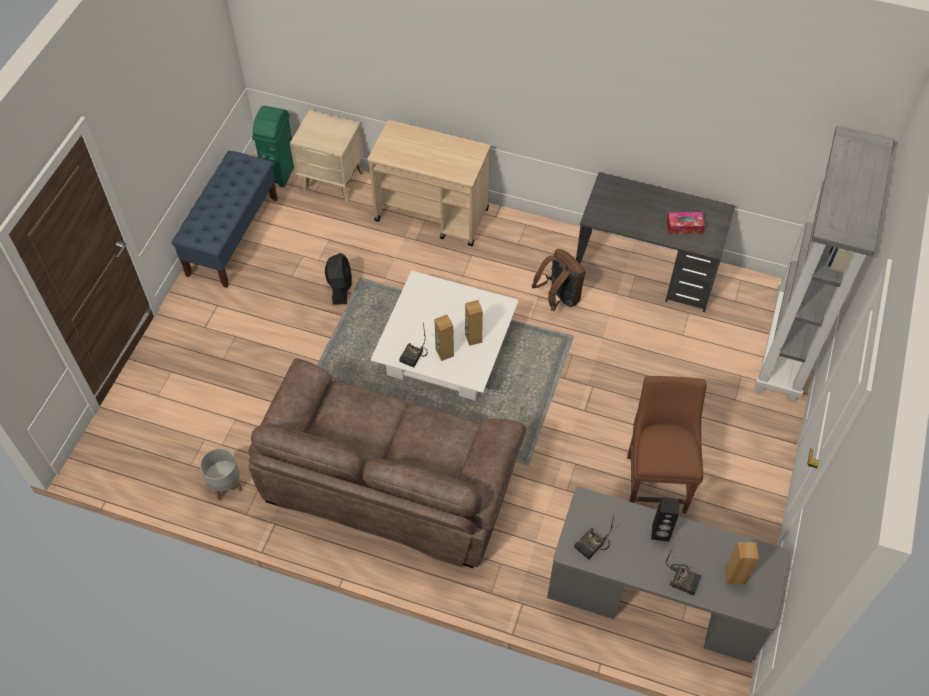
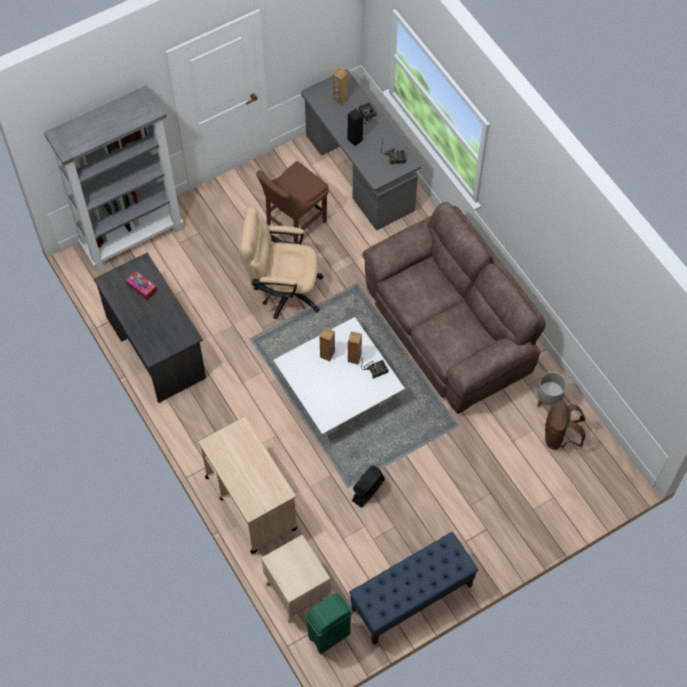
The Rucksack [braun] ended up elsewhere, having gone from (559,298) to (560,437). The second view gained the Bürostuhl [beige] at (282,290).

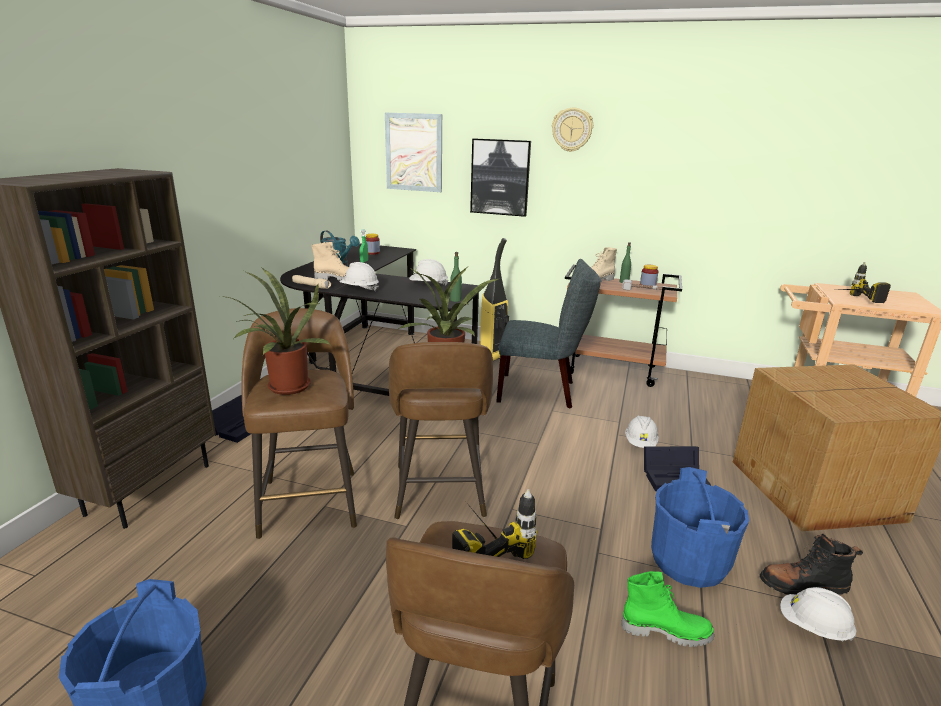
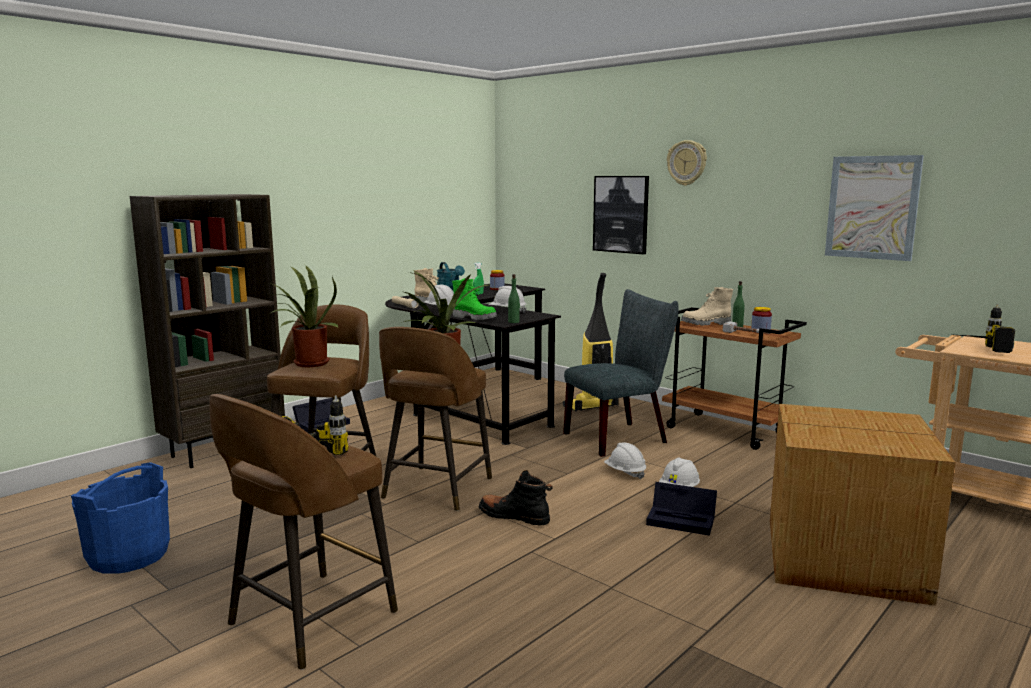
The Bild ended up elsewhere, having gone from (414,152) to (872,207). The Stuhl [grau] at (542,391) ended up facing another way, 60 degrees counterclockwise from before. The second view lost the Eimer [blau] at (689,561). The Stiefel [schwarz] ended up elsewhere, having gone from (802,585) to (514,517). The Stiefel [grün] ended up elsewhere, having gone from (665,630) to (475,318). The Schutzhelm [weiß] ended up elsewhere, having gone from (813,627) to (625,473).

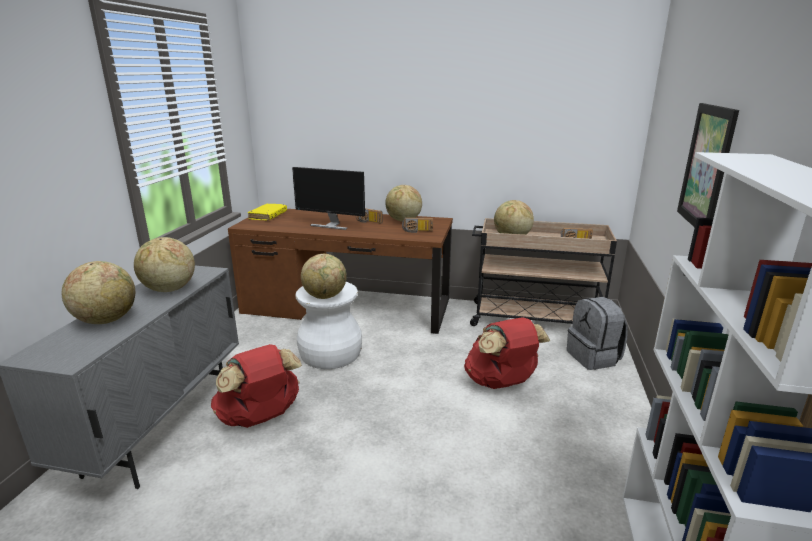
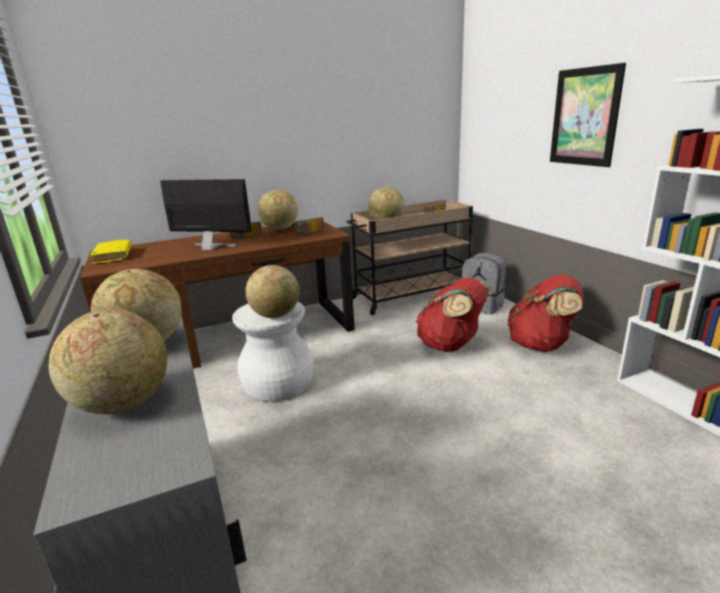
The Monitor at (331,225) ended up facing another way, 150 degrees counterclockwise from before. The Rucksack [rot] ended up elsewhere, having gone from (260,418) to (541,345).

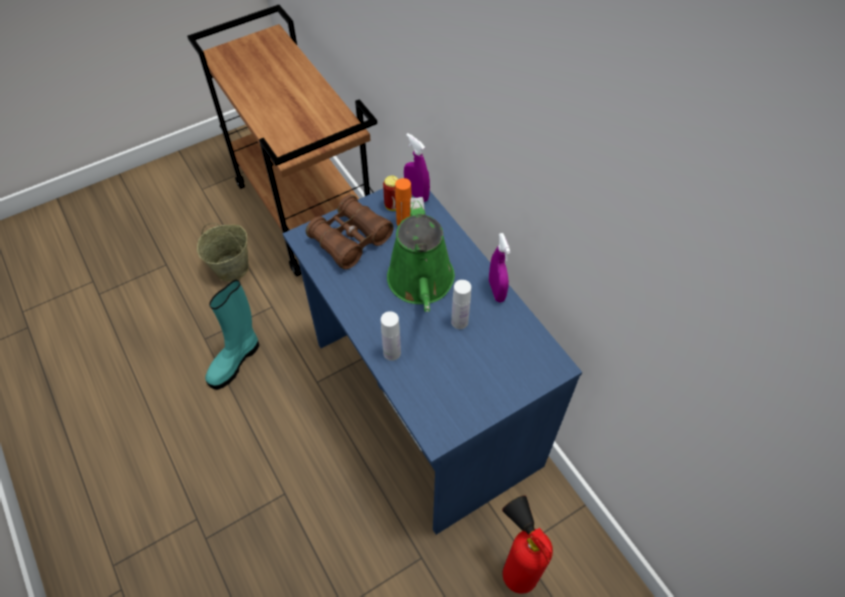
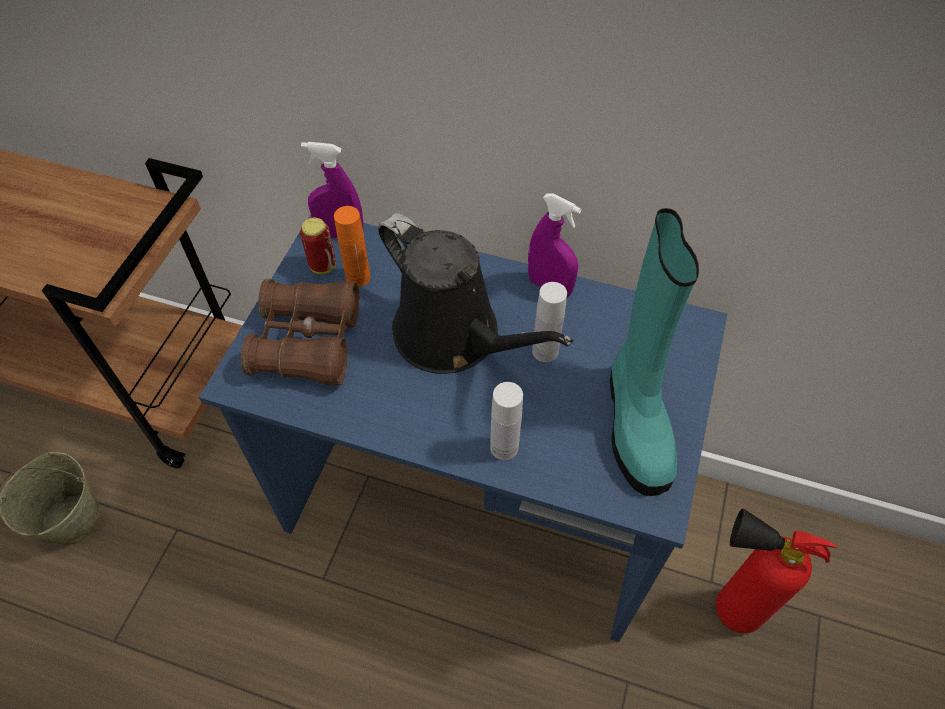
What was the Gießkanne [grün] at (421,283) turned into the Gießkanne [schwarz] at (454,337). The Stiefel [türkis] ended up elsewhere, having gone from (235,361) to (635,422).

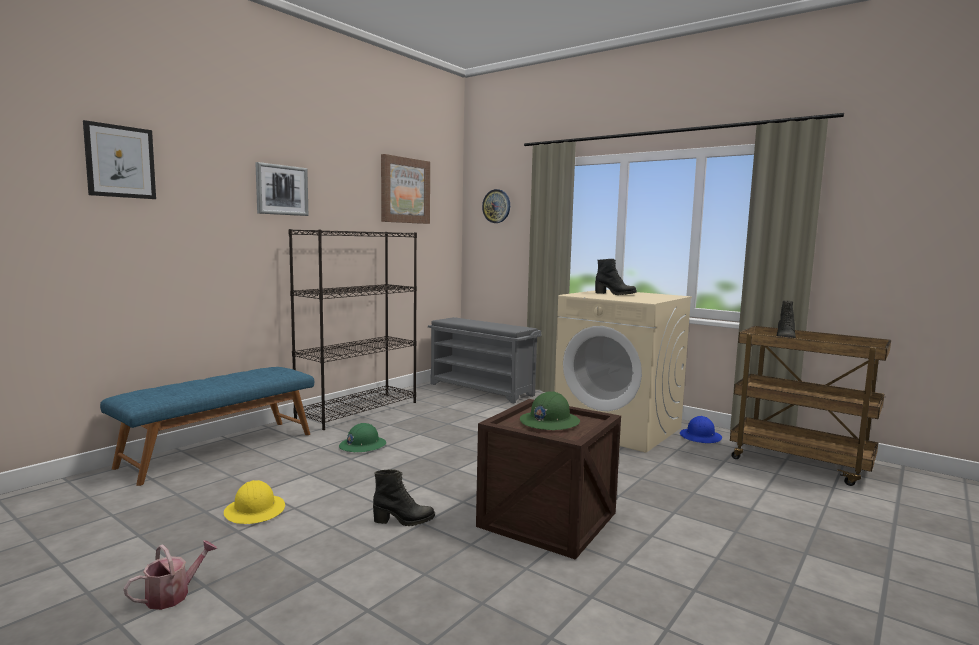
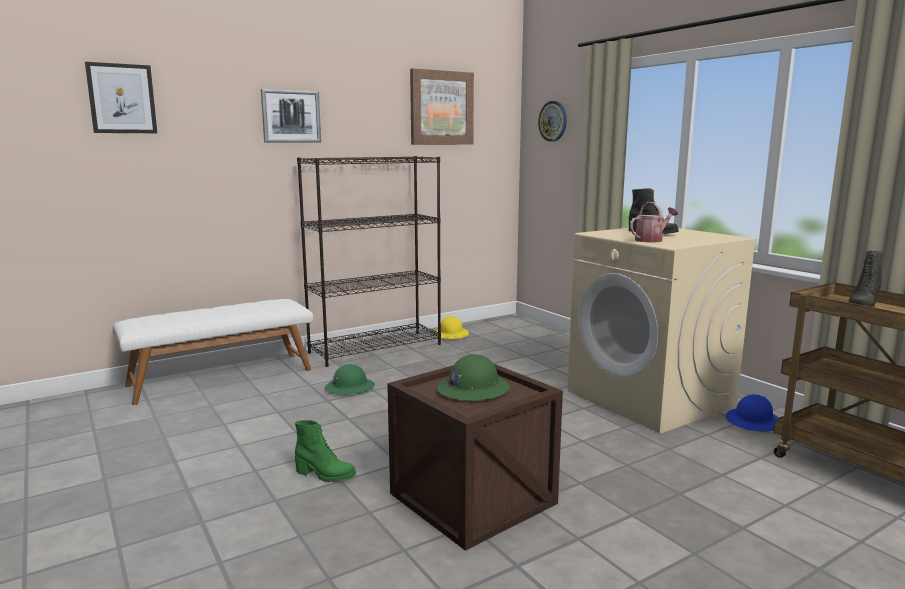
The second view lost the Schuhregal [grau] at (482,389). What was the Bank [blau] at (219,449) turned into the Bank [weiß] at (221,377). What was the Stiefel [schwarz] at (404,521) turned into the Stiefel [grün] at (325,475). The Schutzhelm [gelb] ended up elsewhere, having gone from (255,511) to (451,334). The Gießkanne ended up elsewhere, having gone from (173,595) to (651,240).

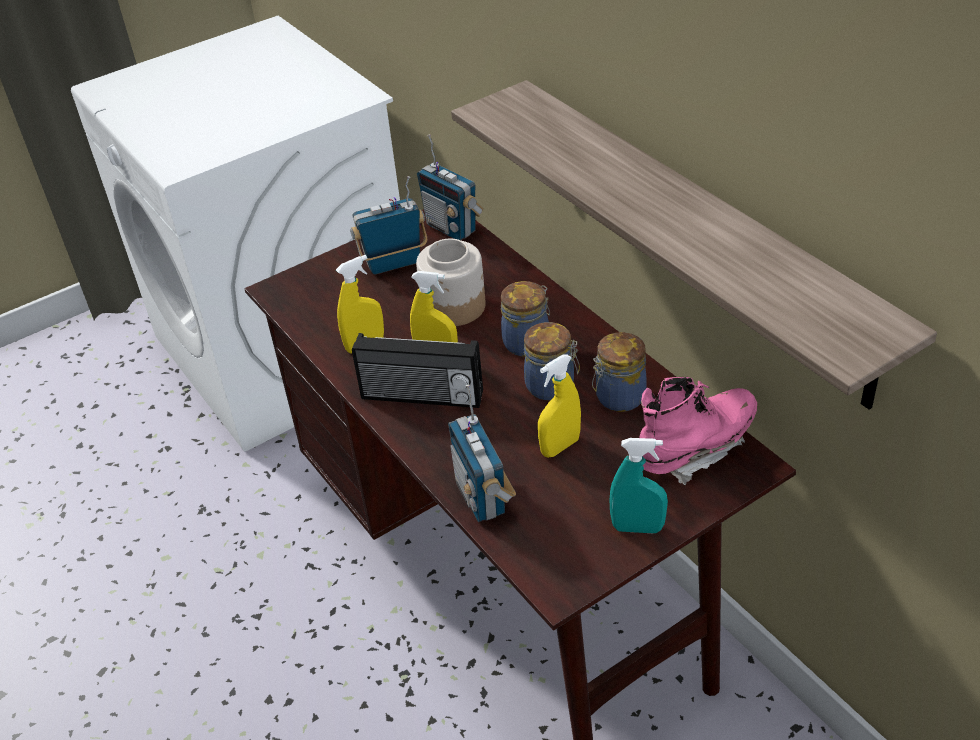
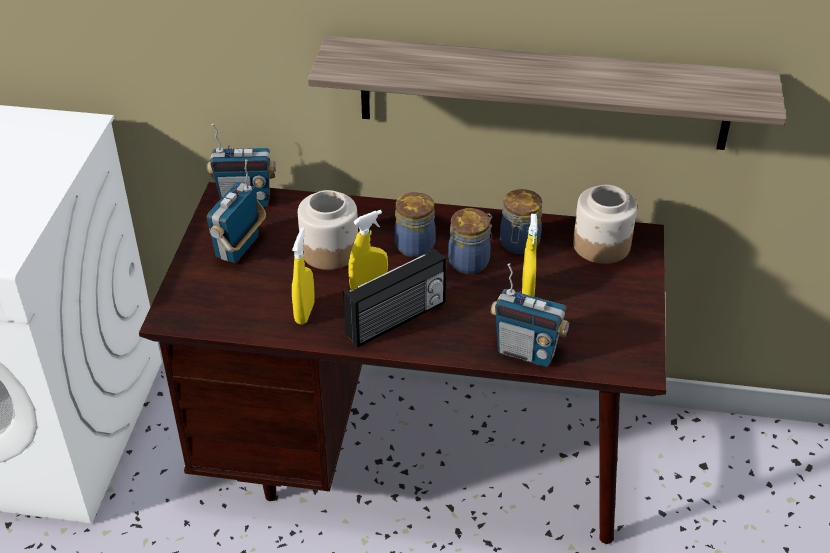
Where the Stiefel [rosa] stood at (695,448), the Vorratsglas came to stand at (601,245). The second view lost the Sprühflasche [türkis] at (637,528).

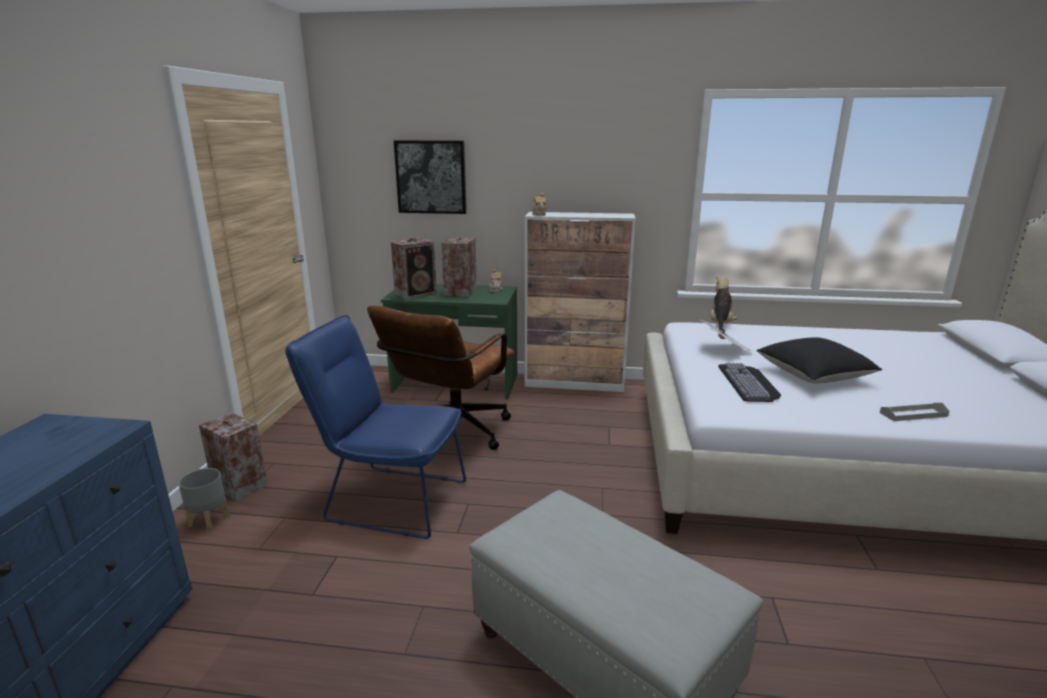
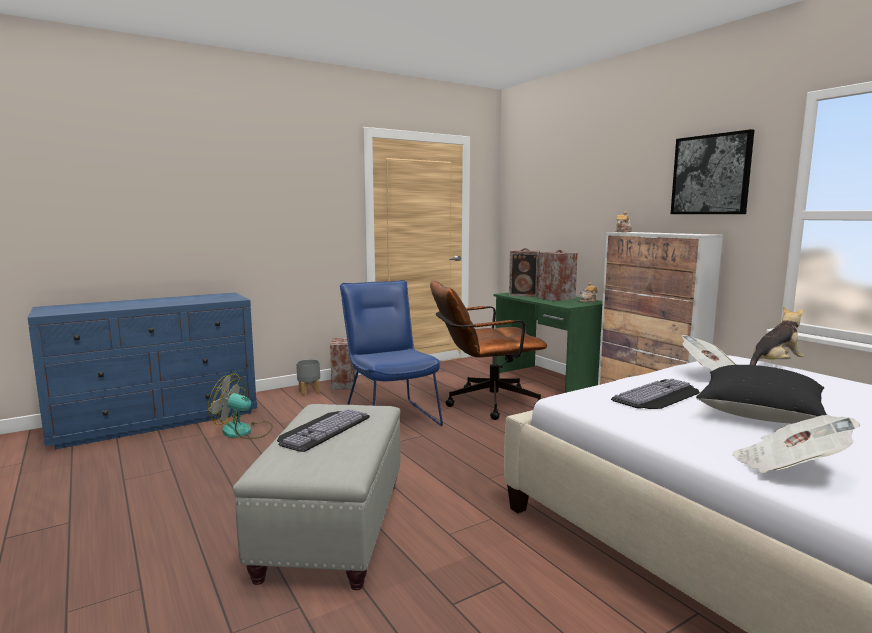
The Bild ended up elsewhere, having gone from (431,177) to (711,175). Where the Tablett [grau] stood at (913,414), the Zeitung came to stand at (788,468). The second view gained the Ventilator at (243,431). The second view gained the Tastatur at (322,429).

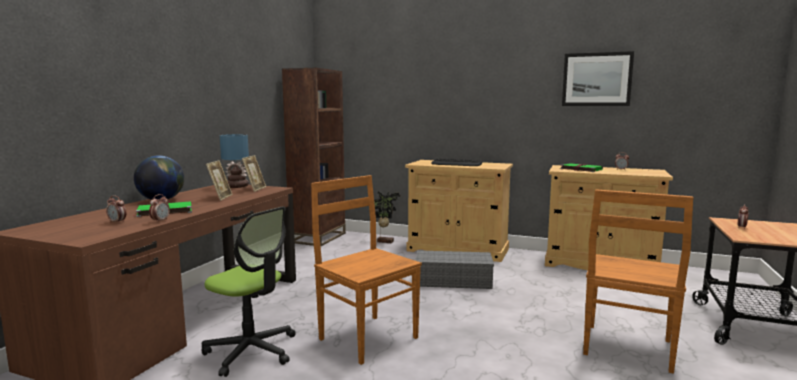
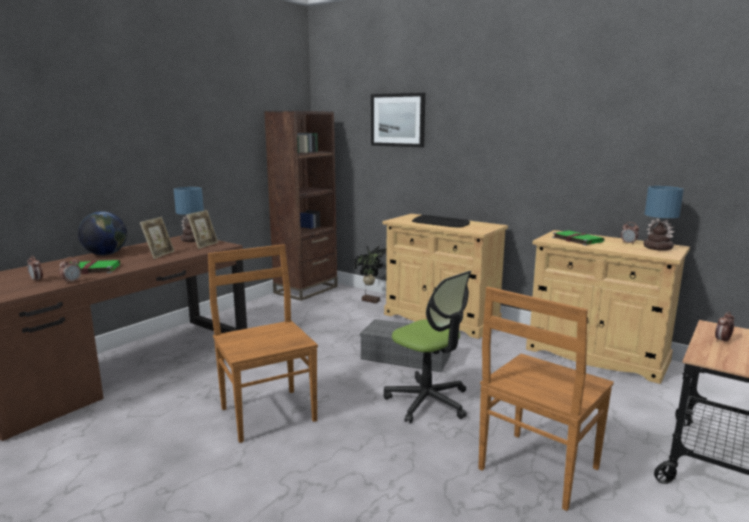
The Bild ended up elsewhere, having gone from (596,79) to (397,120). The Bürostuhl ended up elsewhere, having gone from (251,351) to (428,401). The second view gained the Tischlampe at (656,248).

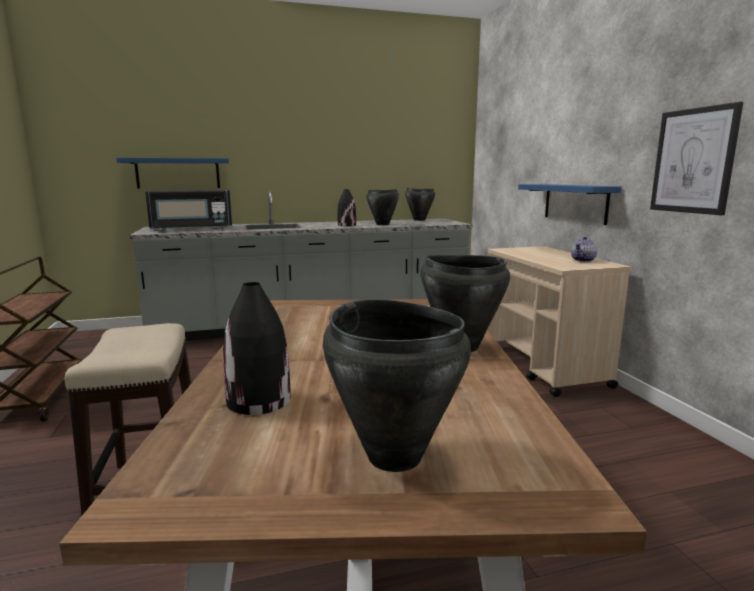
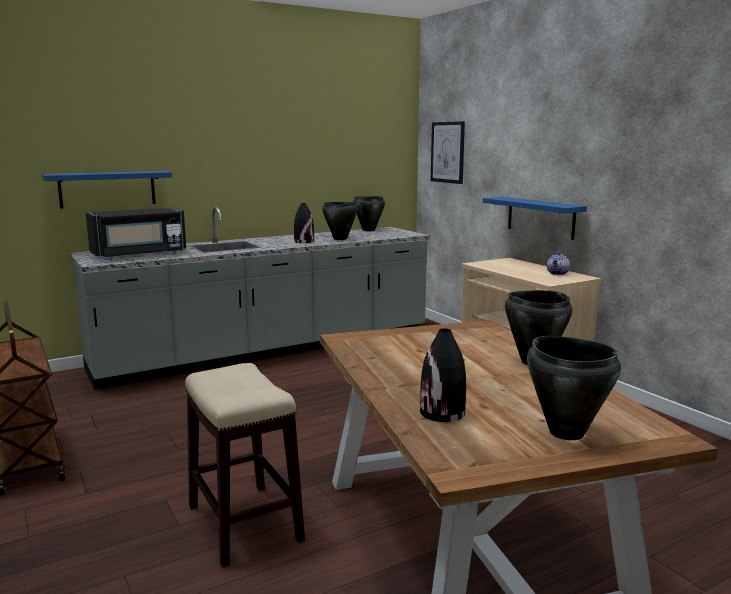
The Bild ended up elsewhere, having gone from (693,161) to (447,152).

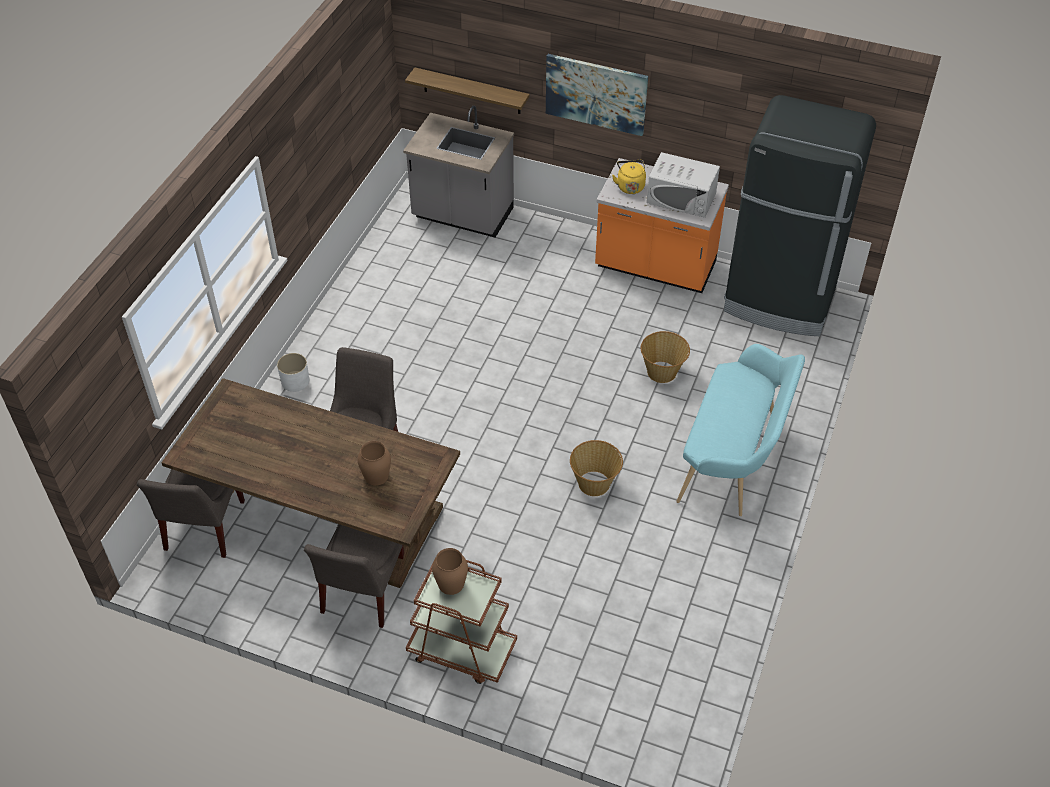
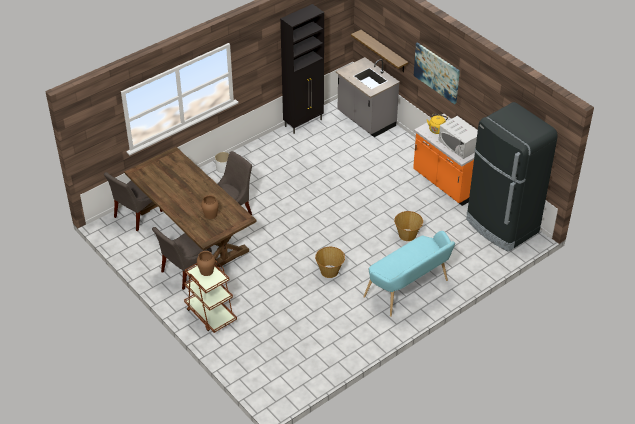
The second view gained the Schrank [schwarz] at (304,123).

